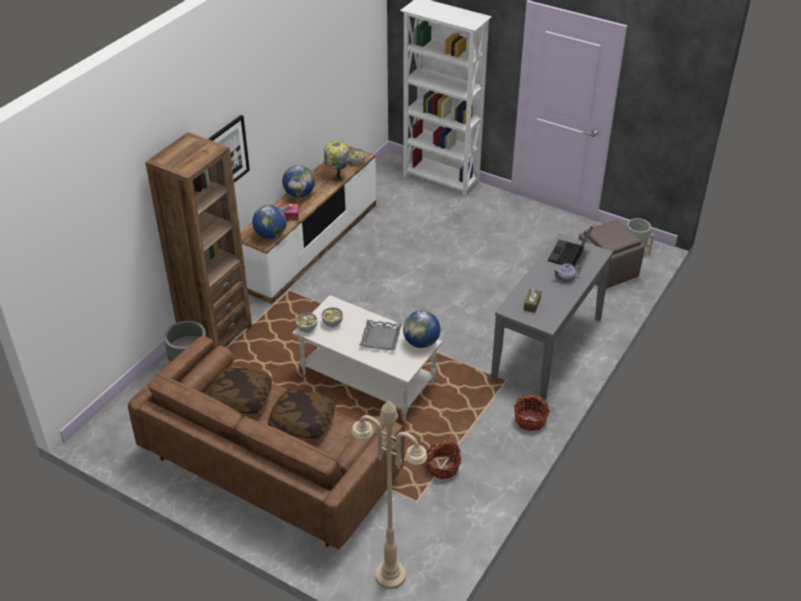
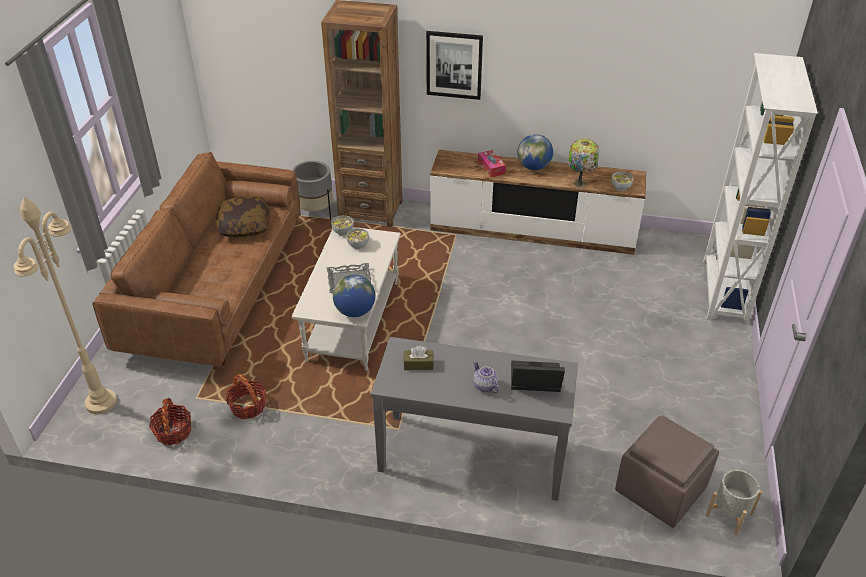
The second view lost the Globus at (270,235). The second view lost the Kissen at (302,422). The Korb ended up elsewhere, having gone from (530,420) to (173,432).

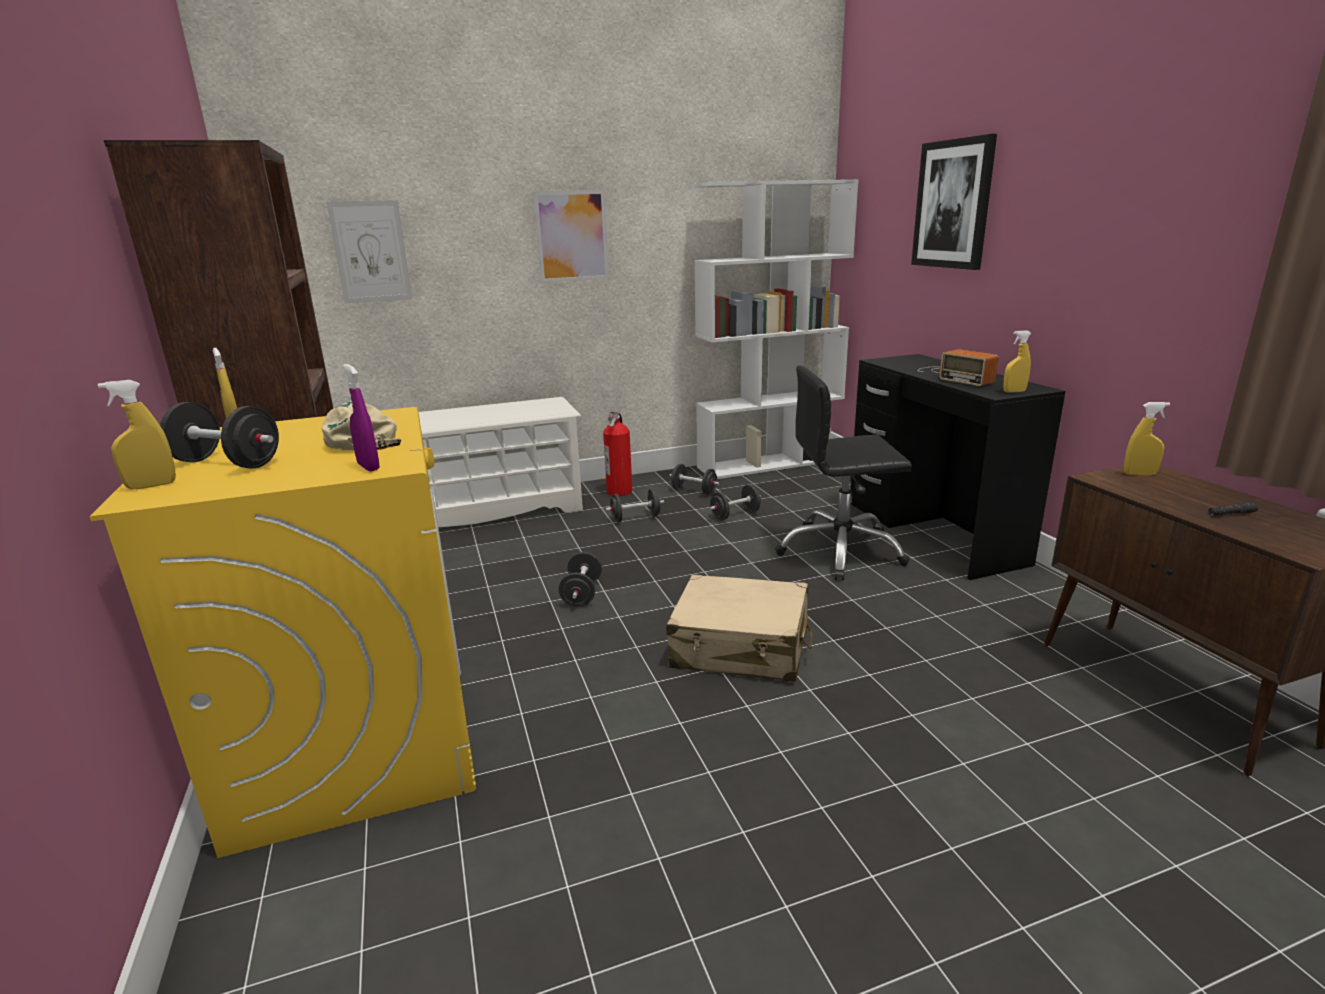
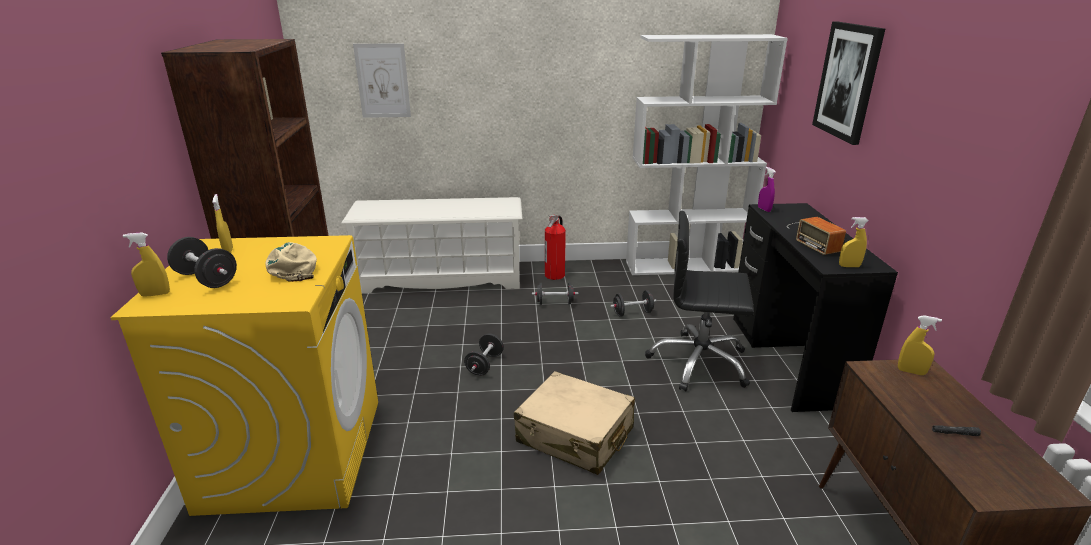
The second view lost the Bild at (572,236). The Sprühflasche [lila] ended up elsewhere, having gone from (368,467) to (764,209). The second view lost the Hantel [schwarz] at (694,491).

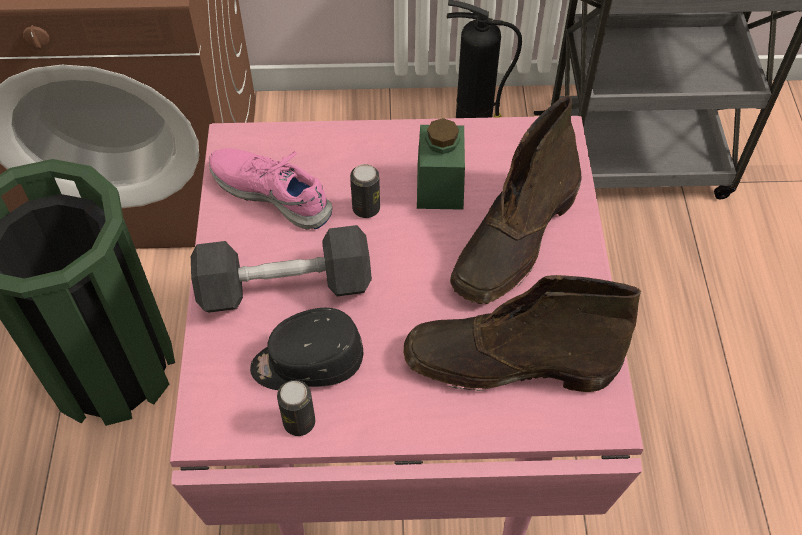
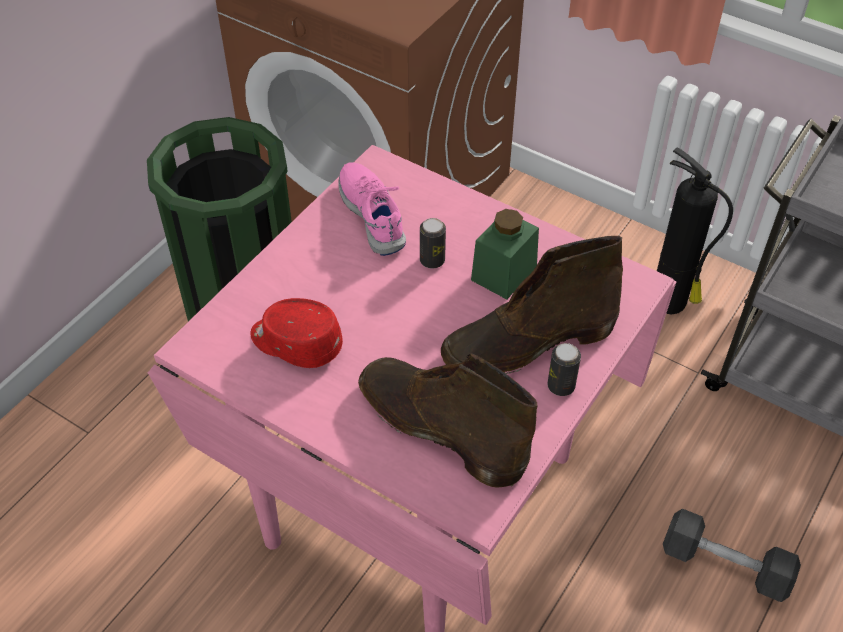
The Hantel [grau] ended up elsewhere, having gone from (285,287) to (724,565). What was the Kappe [schwarz] at (307,362) turned into the Kappe [rot] at (295,343). The Dose ended up elsewhere, having gone from (299,422) to (561,386).

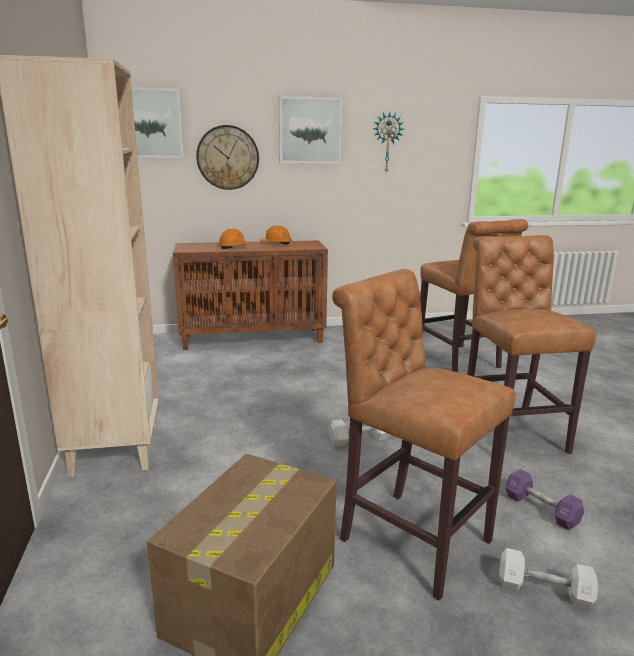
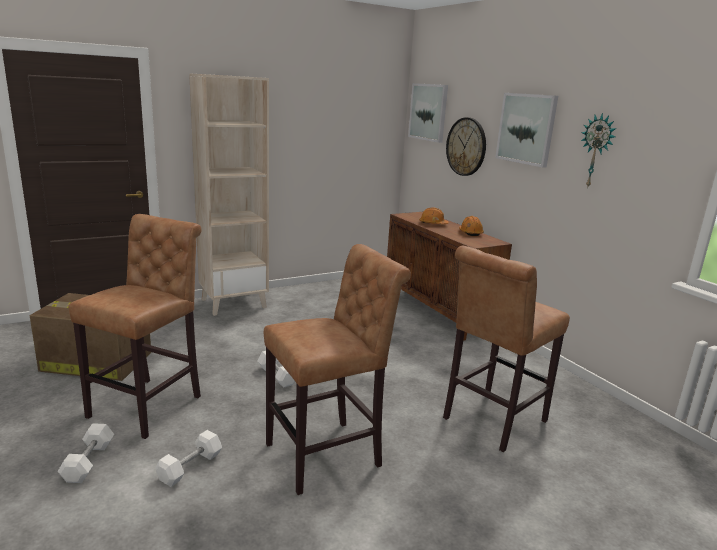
What was the Hantel [lila] at (541,509) turned into the Hantel [weiß] at (190,467).

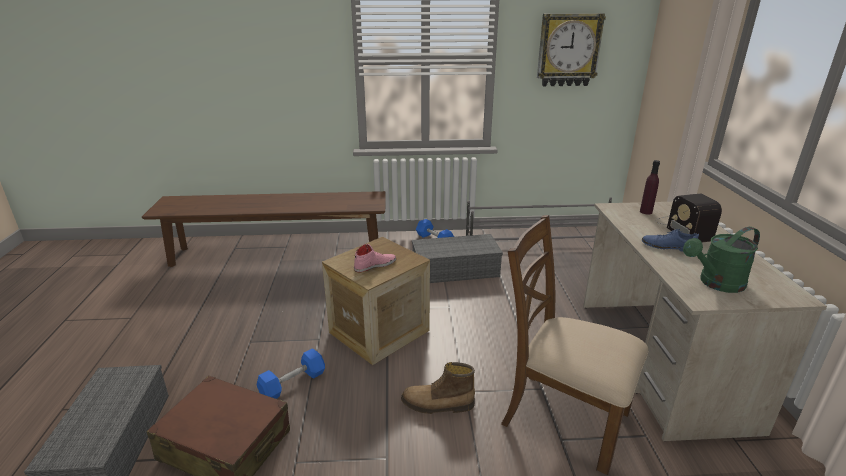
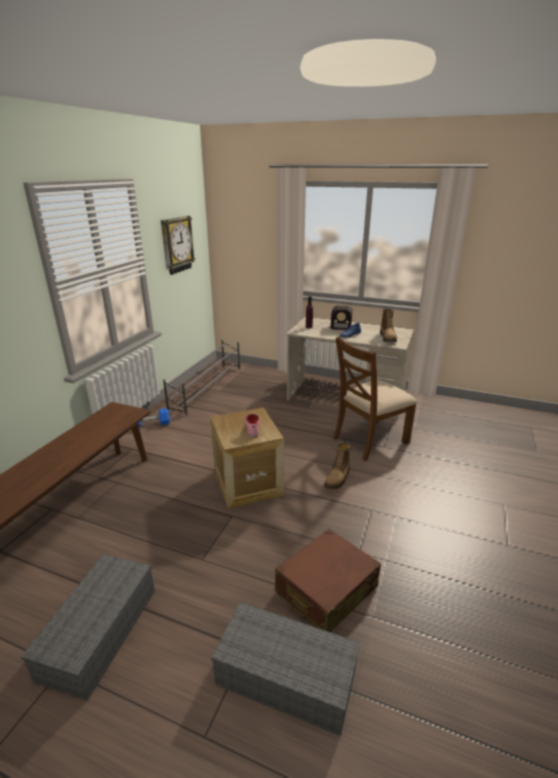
Where the Gießkanne [grün] stood at (716,283), the Stiefel came to stand at (388,338). The Aufbewahrungsbox [grau] ended up elsewhere, having gone from (456,269) to (99,630). The second view lost the Hantel [blau] at (293,383).

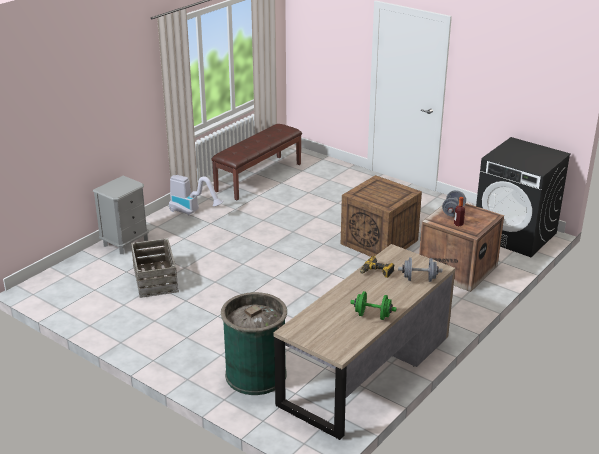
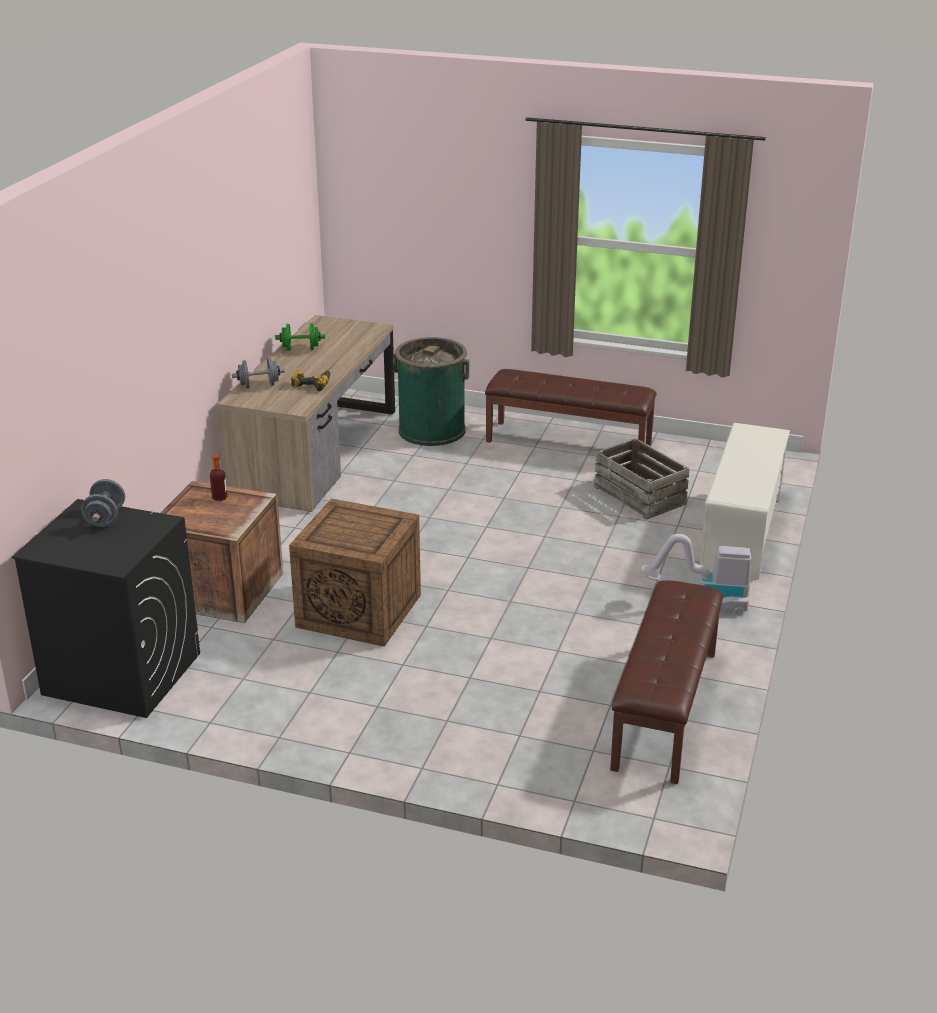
Where the Nachttisch [grau] stood at (125,242), the Schuhregal [weiß] came to stand at (741,533). The Hantel [grau] ended up elsewhere, having gone from (453,212) to (105,518). The second view gained the Bank [braun] at (569,442).

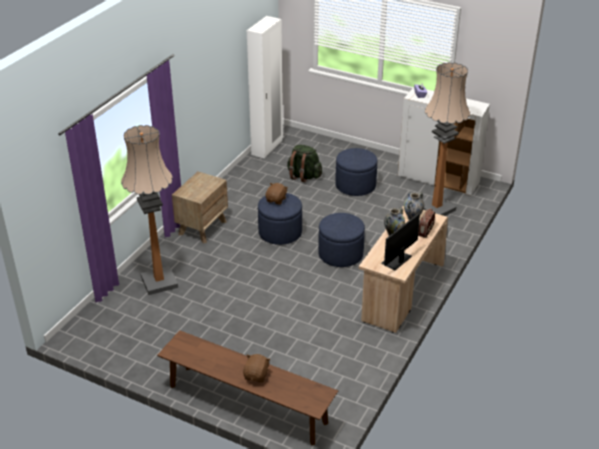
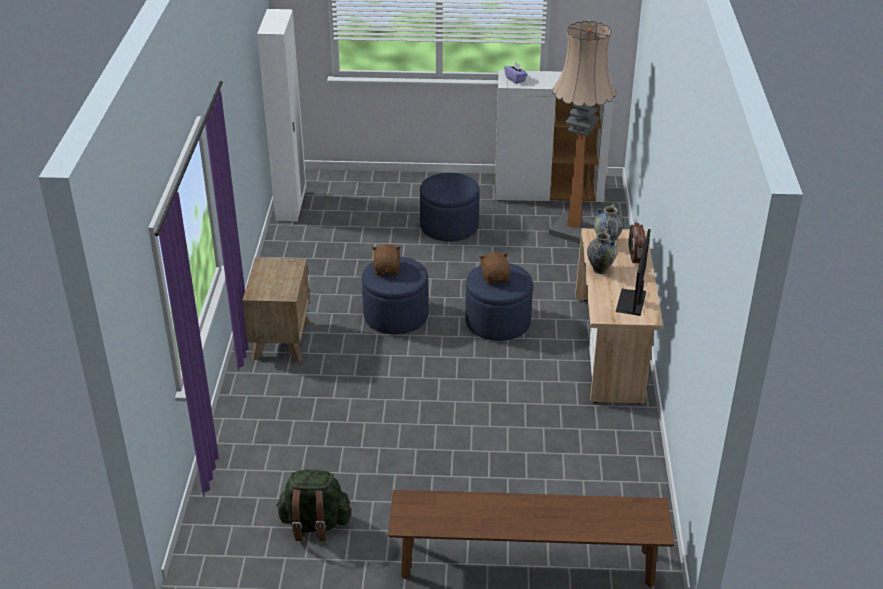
The second view lost the Stehlampe at (159,282). The Rucksack [grün] ended up elsewhere, having gone from (303,176) to (314,524). The Plüschtier [braun] ended up elsewhere, having gone from (256,375) to (495,278).

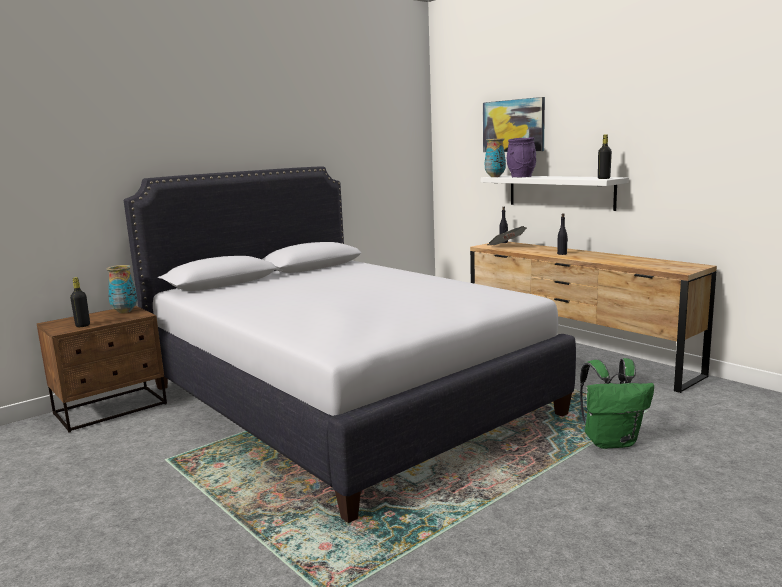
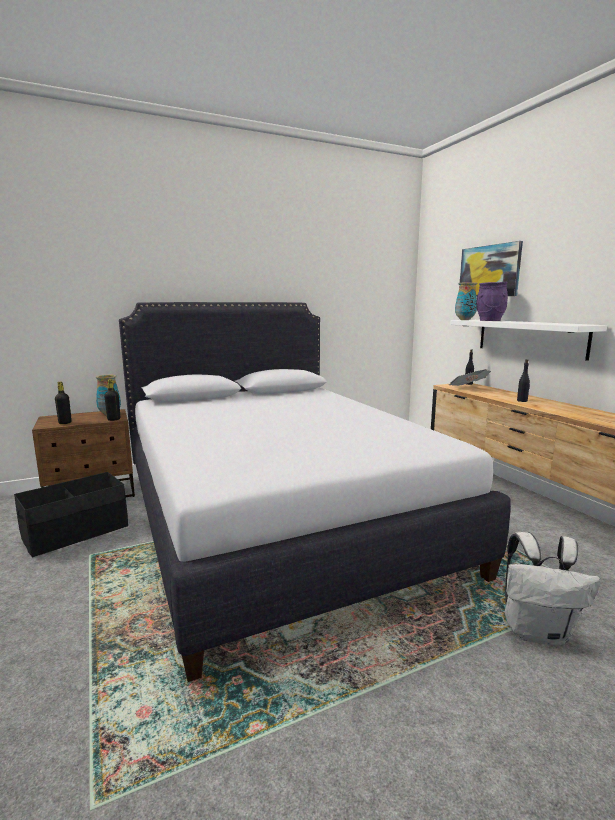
The Flasche [schwarz] ended up elsewhere, having gone from (603,178) to (114,419). What was the Rucksack [grün] at (611,441) turned into the Rucksack [weiß] at (537,631). The second view gained the Aufbewahrungsbox [schwarz] at (76,532).

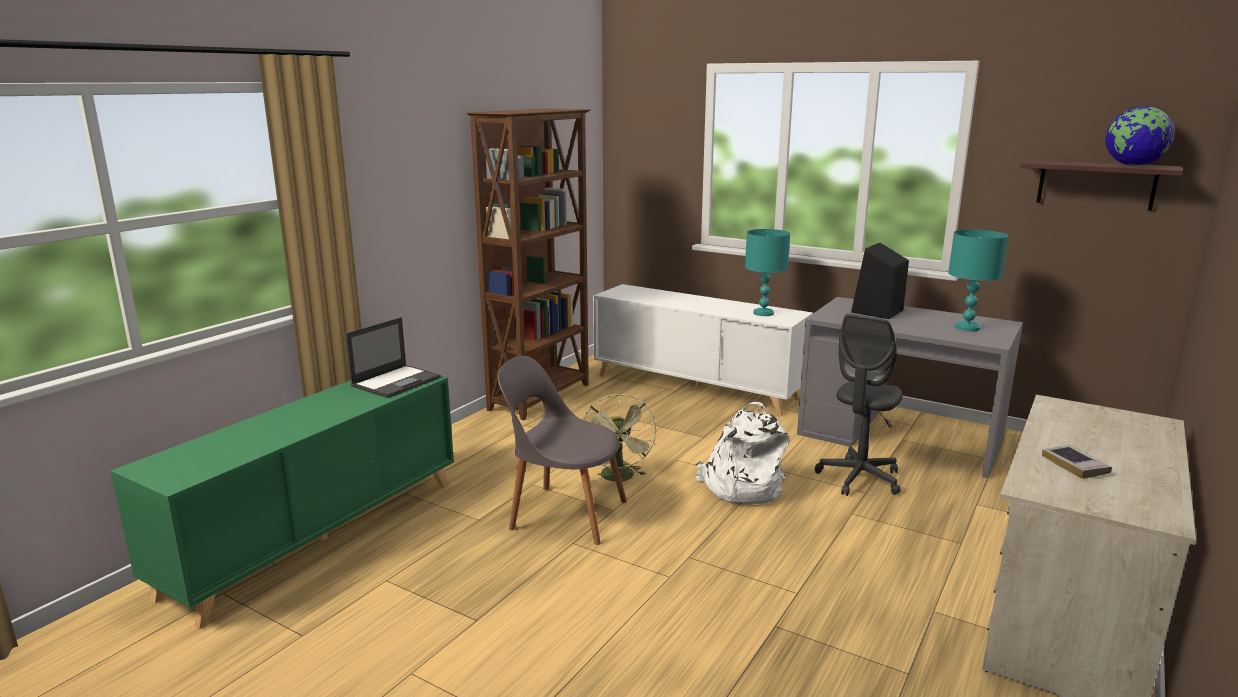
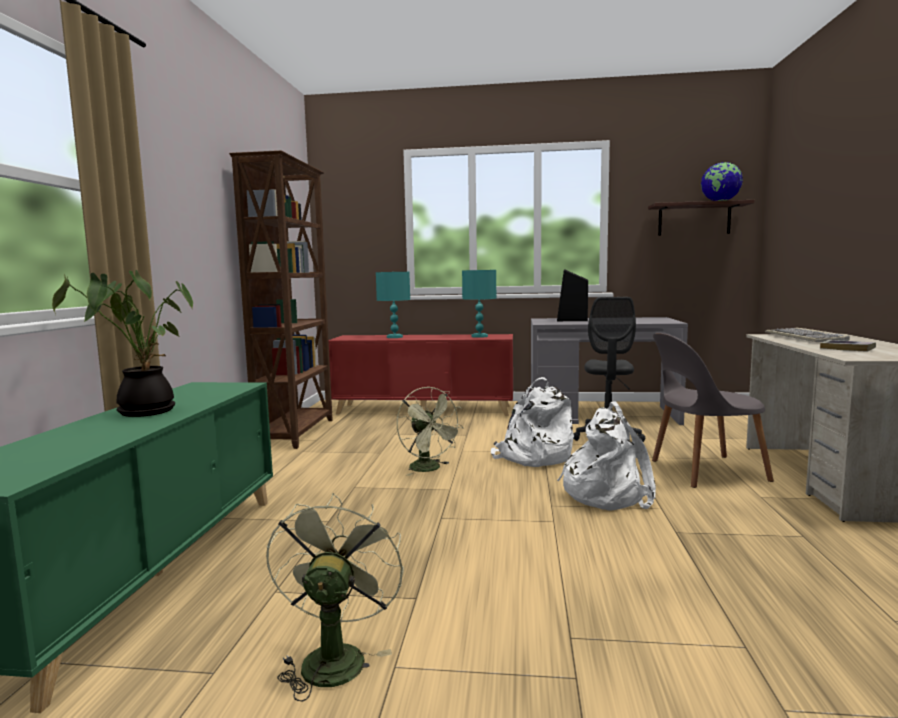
The Tischlampe [türkis] ended up elsewhere, having gone from (967,328) to (394,337). What was the Schrank [weiß] at (696,387) turned into the Schrank [rot] at (424,410). The second view lost the Laptop at (397,381). The Stuhl [grau] ended up elsewhere, having gone from (564,513) to (704,471). The second view gained the Topfpflanze at (144,411). The second view gained the Tastatur at (805,338). The second view gained the Rucksack [weiß] at (606,494). The second view gained the Ventilator [grün] at (334,656).

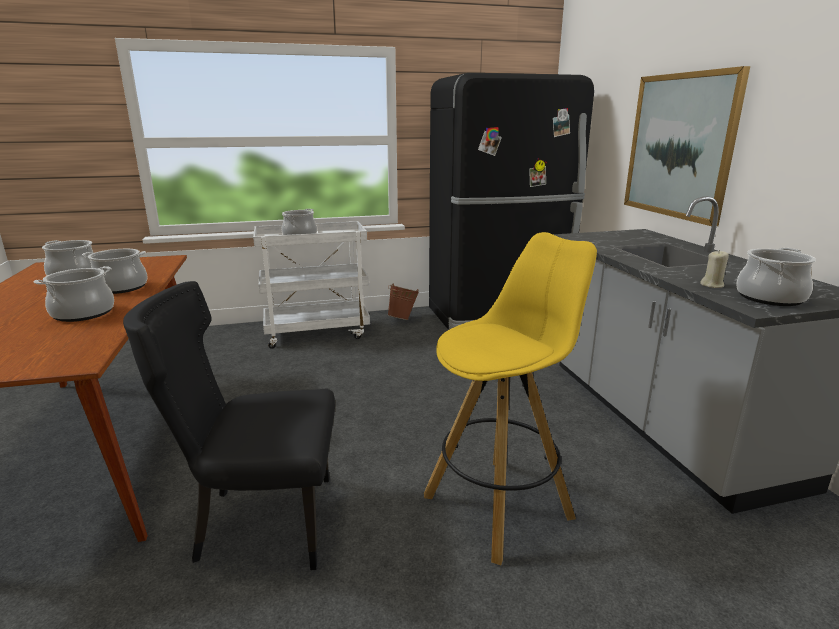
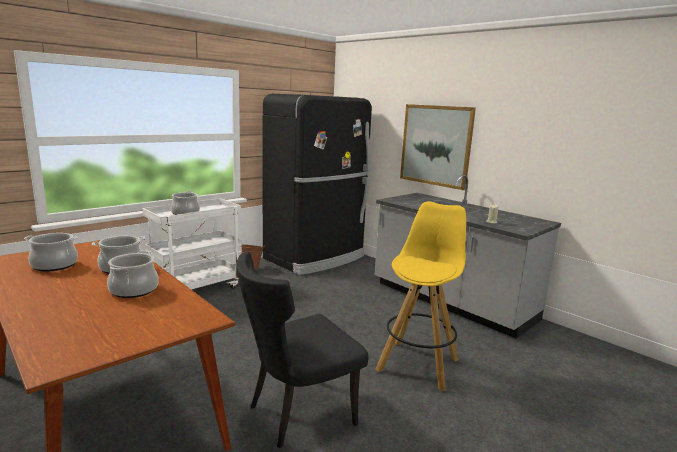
The second view lost the Kochtopf at (769,297).

